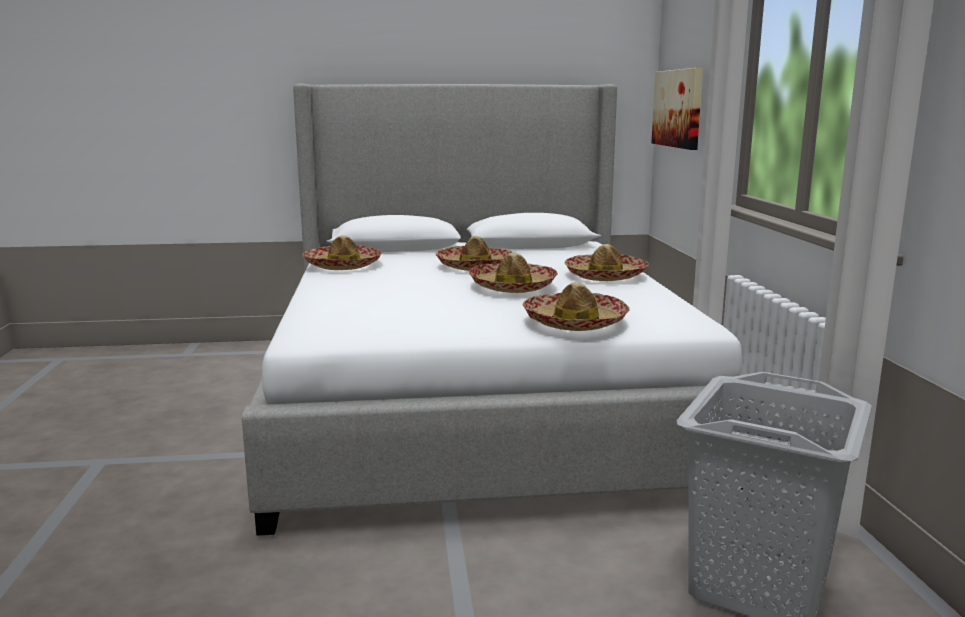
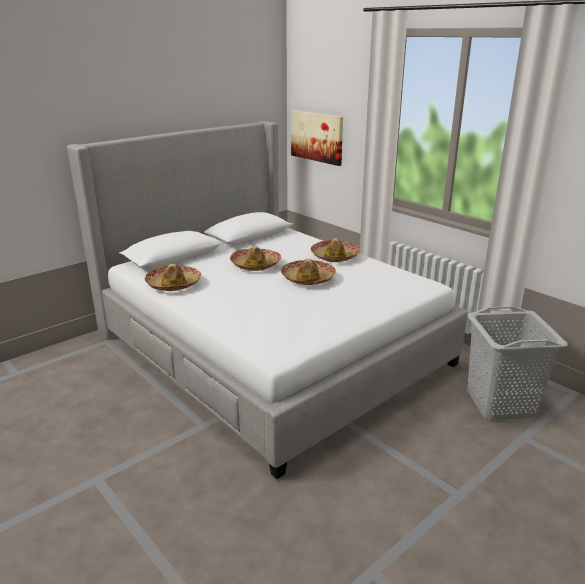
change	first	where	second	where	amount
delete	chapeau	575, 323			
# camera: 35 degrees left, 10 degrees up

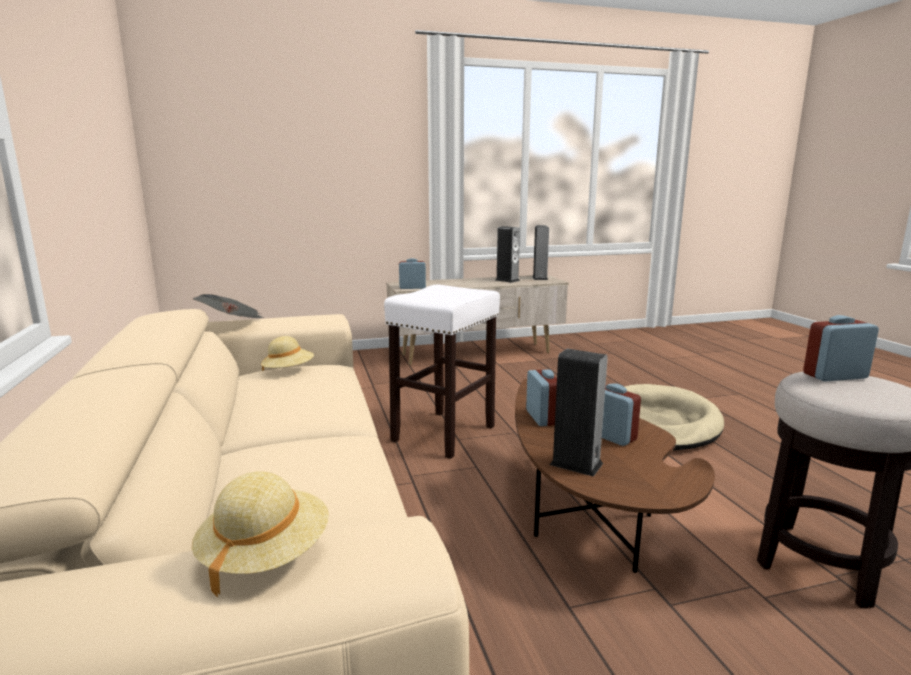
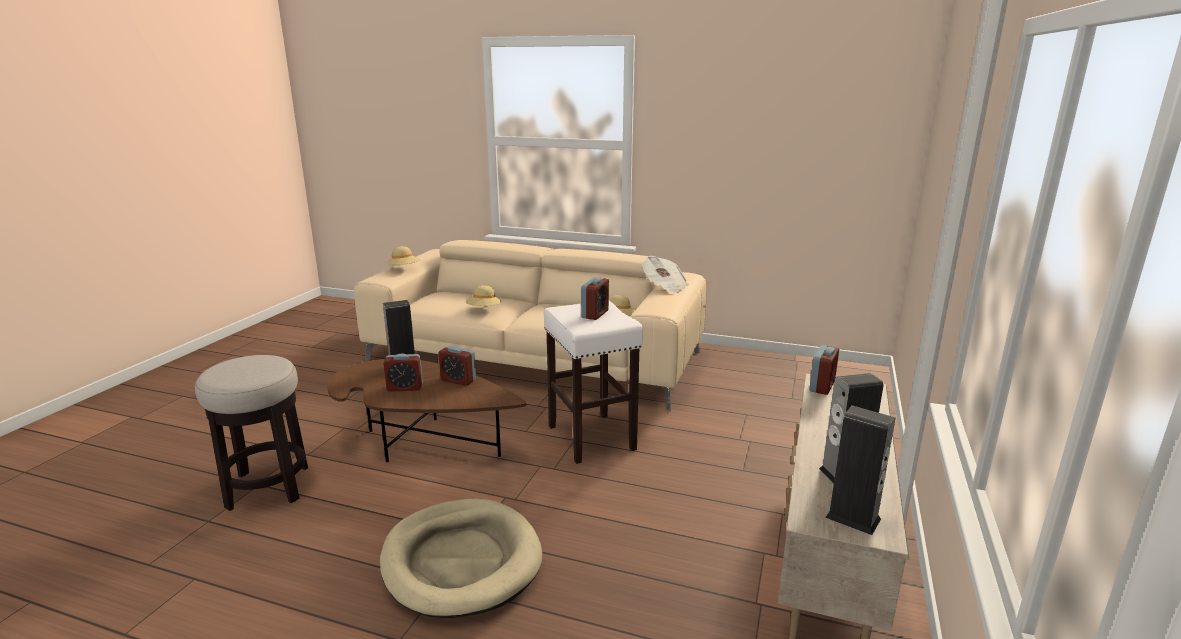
change	first	where	second	where	amount
insert			chapeau (beige)	484, 310	
move	réveil	835, 376		595, 314	
# camera: 125 degrees right, 5 degrees up

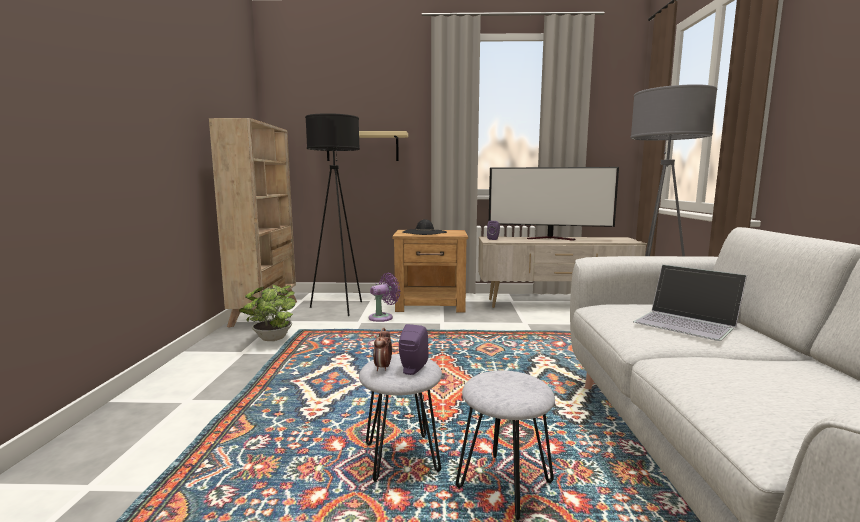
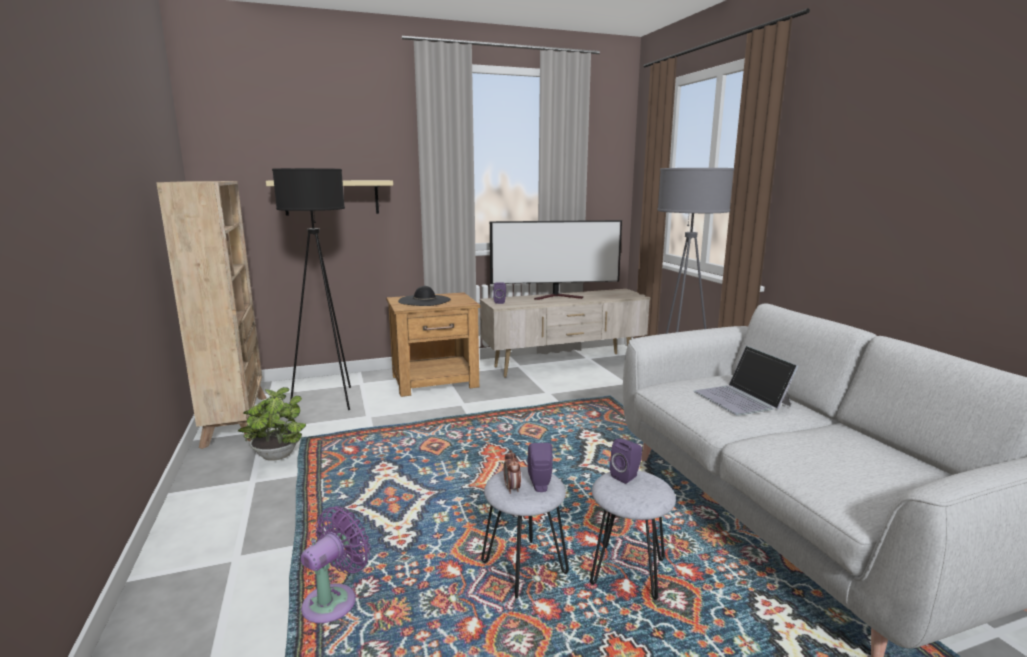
change	first	where	second	where	amount
move	ventilateur (violet)	383, 317		334, 600	
insert			enceinte (violet)	627, 476	
rotate	ordinateur portable	687, 322		741, 398	45 degrees clockwise
# camera: 20 degrees left, 5 degrees up

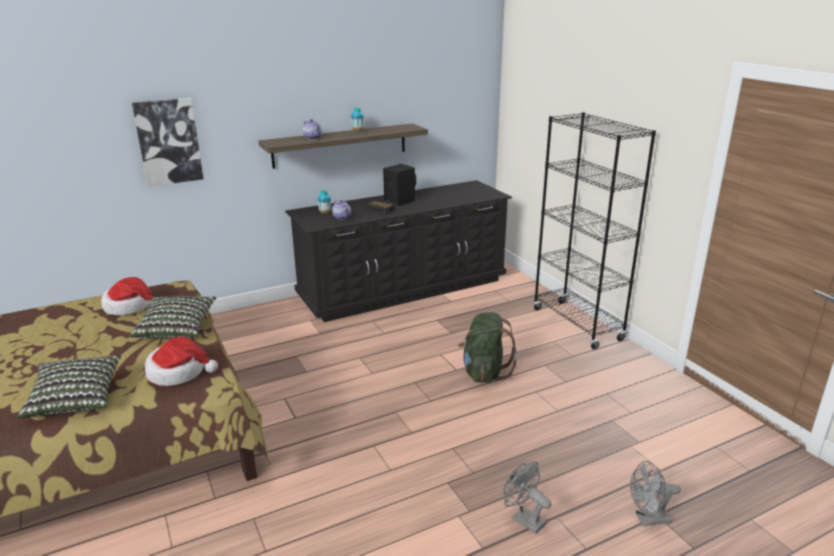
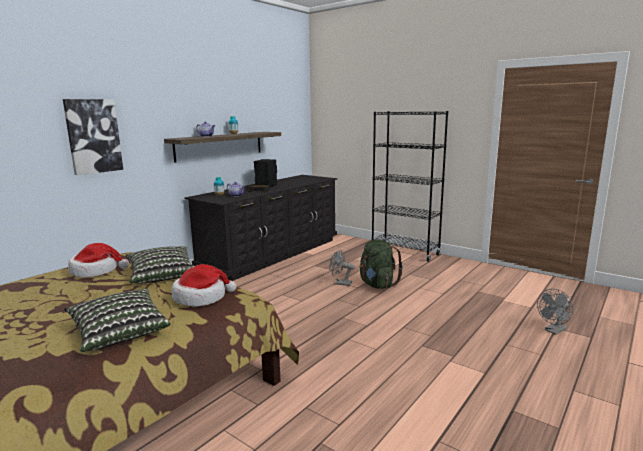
change	first	where	second	where	amount
move	ventilateur (gris)	523, 519		340, 283	
# camera: 25 degrees left, 10 degrees down

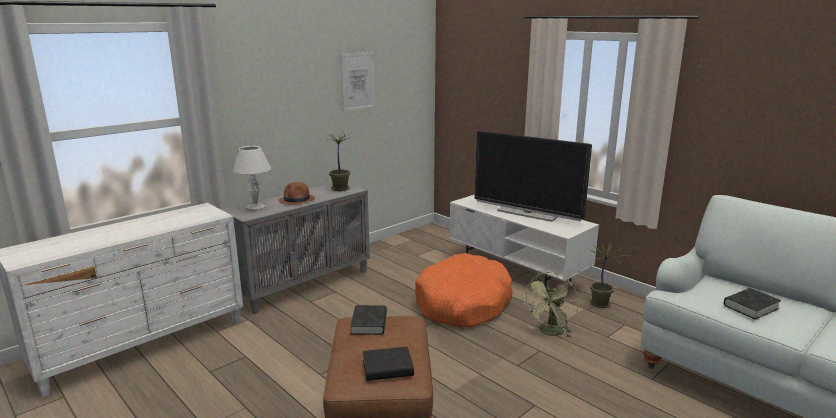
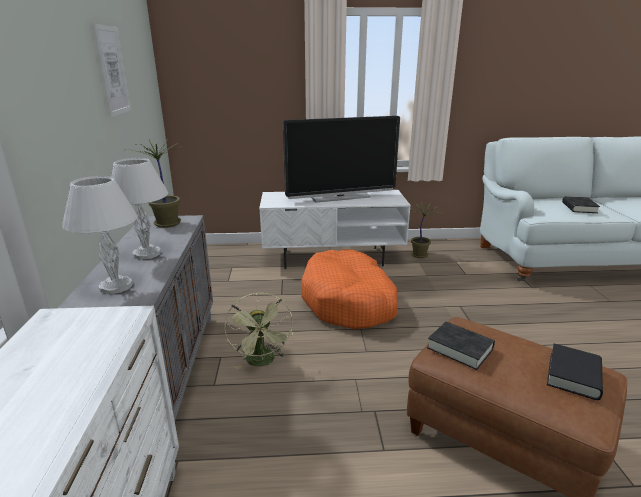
change	first	where	second	where	amount
replace	chapeau (marron)	297, 200	lampe de table (blanc)	148, 253	
move	ventilateur (vert)	550, 333		262, 362	
# camera: 50 degrees left, 5 degrees up

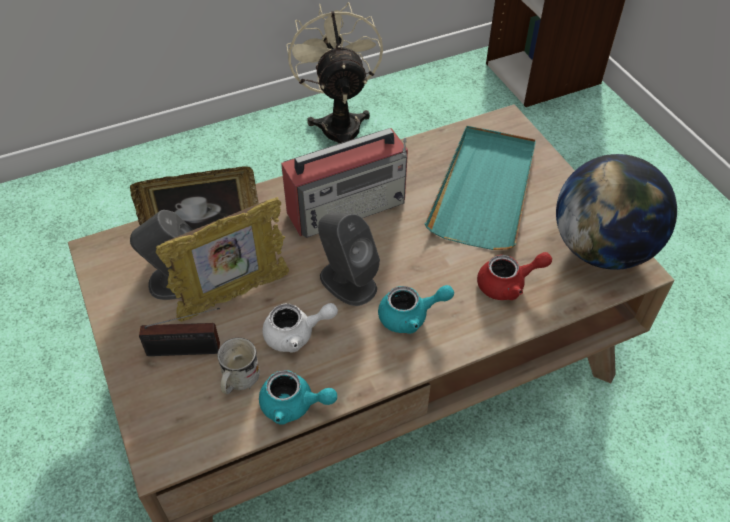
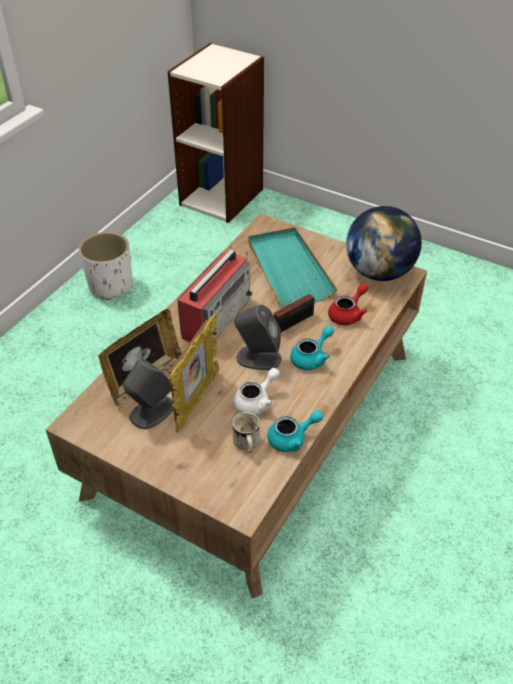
change	first	where	second	where	amount
replace	ventilateur (beige)	339, 123	cache-pot (blanc)	111, 286	
move	radio	188, 350		296, 321	
# camera: 35 degrees left, 5 degrees down

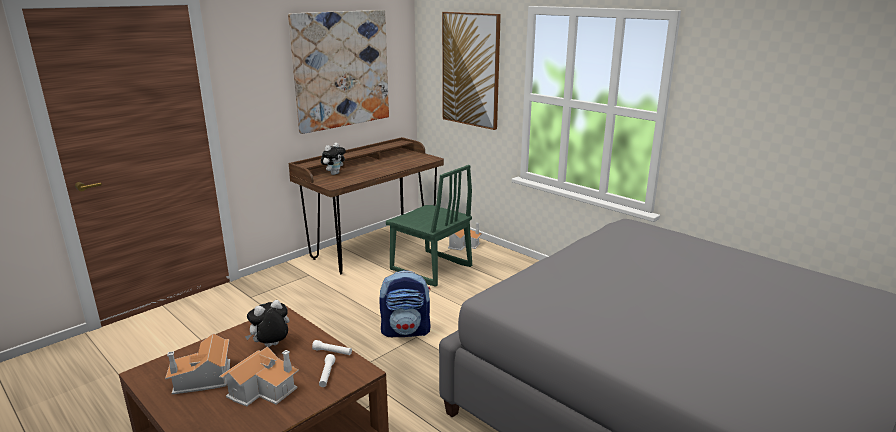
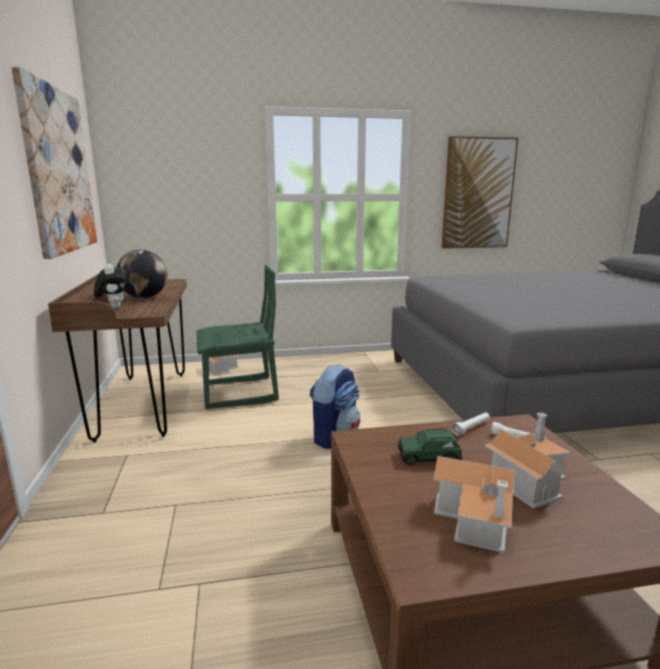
change	first	where	second	where	amount
insert			globe	144, 297	
replace	peluche	271, 346	petite voiture (vert)	428, 457	
move	tableau	471, 70		478, 194	
# camera: 55 degrees left, 5 degrees down

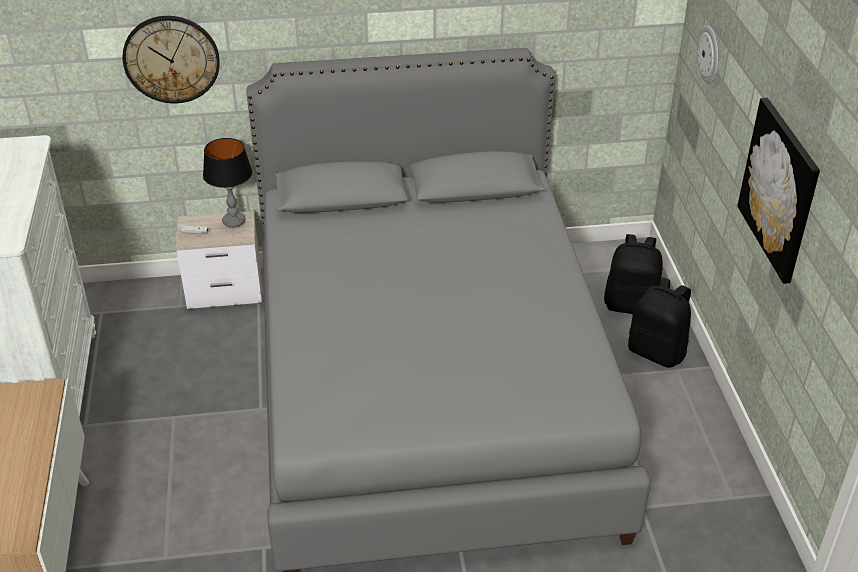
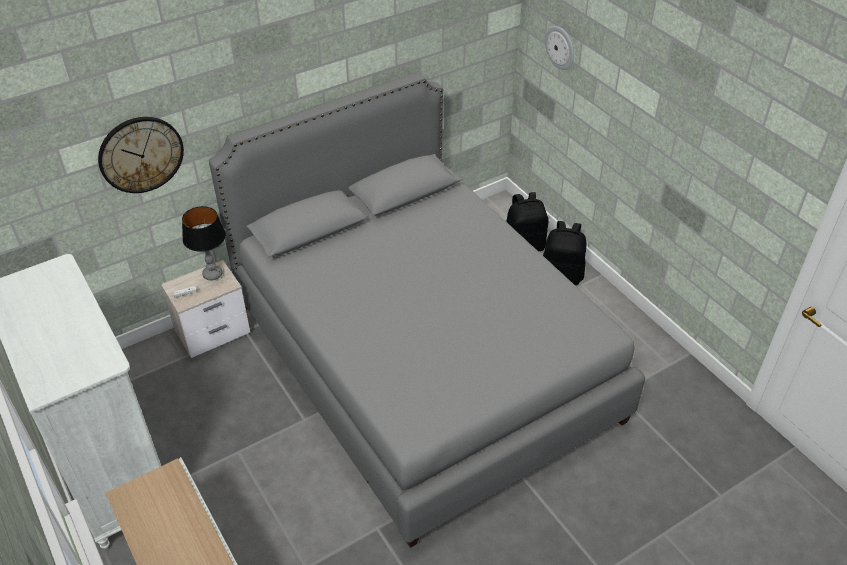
change	first	where	second	where	amount
delete	tableau	780, 189			
# camera: 25 degrees left, 5 degrees up

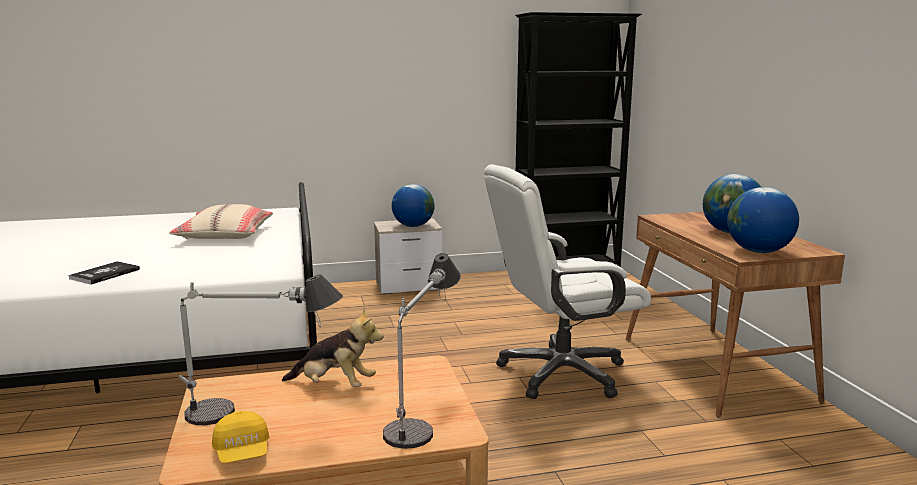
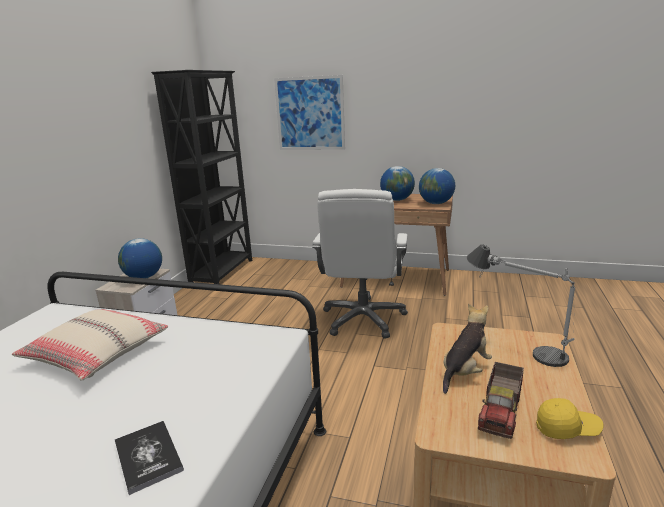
change	first	where	second	where	amount
insert			tableau	310, 113	
replace	lampe de table	259, 413	camion jouet	501, 412	
# camera: 60 degrees left, 5 degrees up

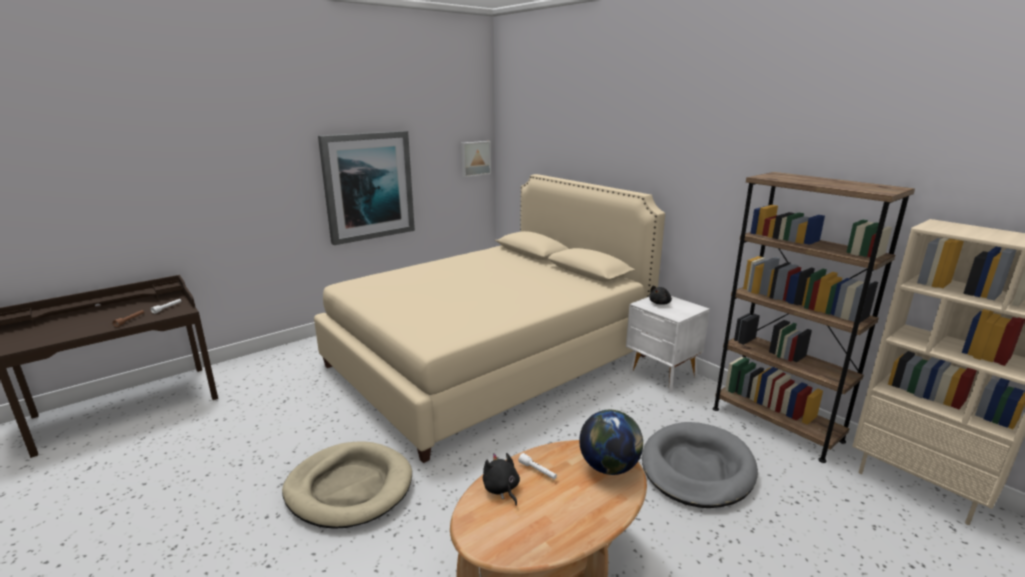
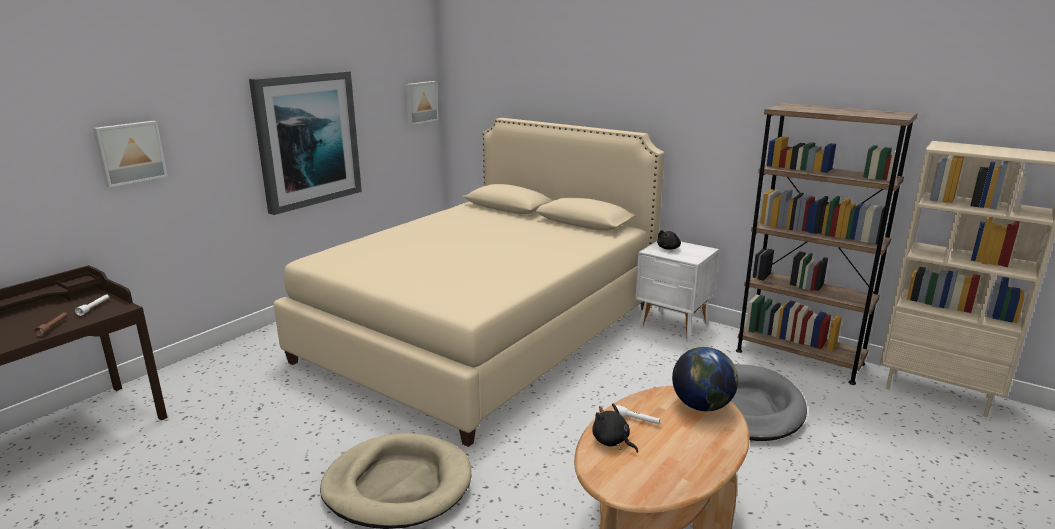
change	first	where	second	where	amount
insert			tableau	130, 152	
# camera: 15 degrees left, 0 degrees up

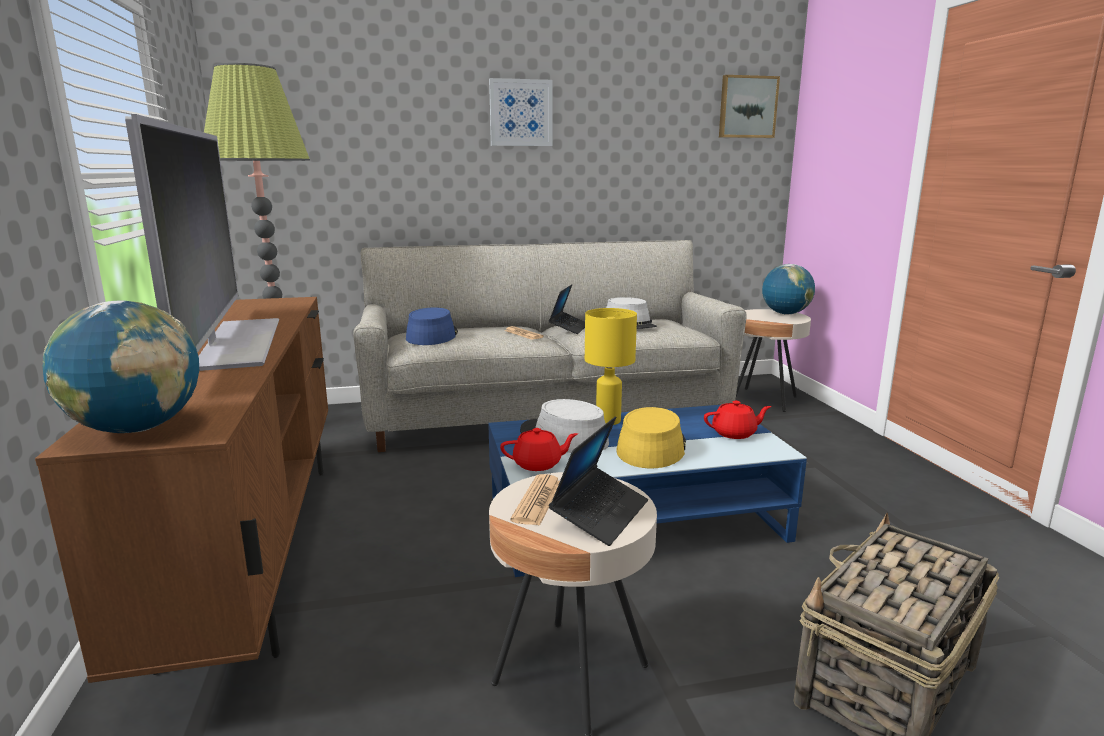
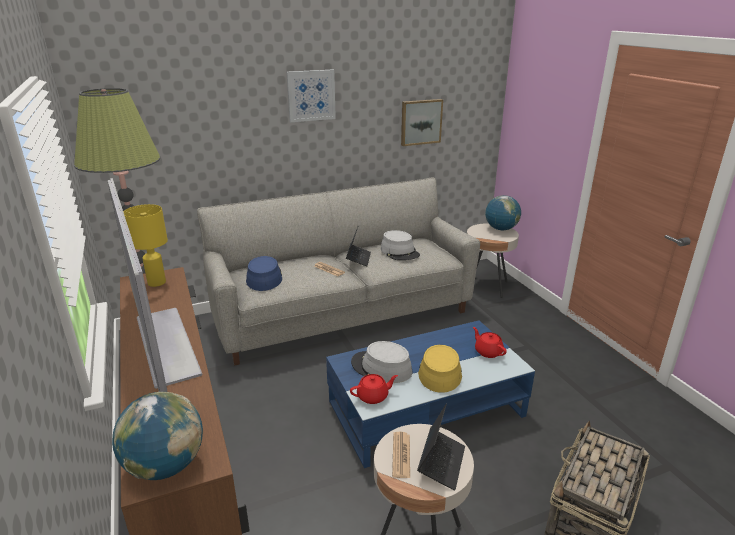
change	first	where	second	where	amount
move	lampe de table (jaune)	607, 421		156, 282	
move	tableau	747, 107		420, 122	
rotate	théière (rouge)	735, 433		488, 351	105 degrees counterclockwise
# camera: 10 degrees left, 10 degrees up

